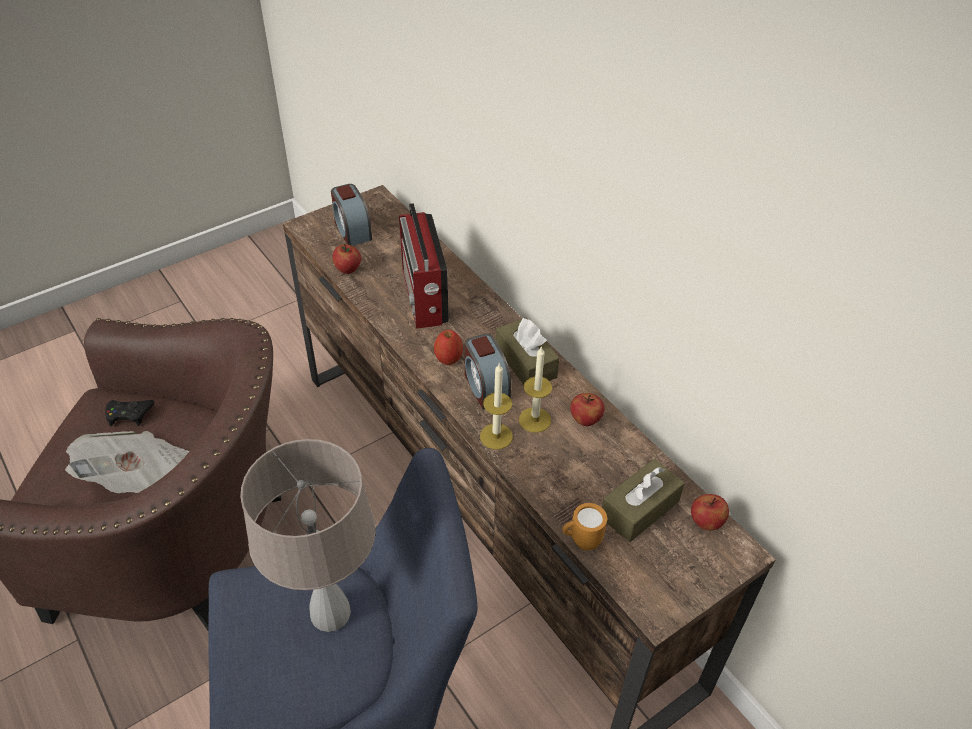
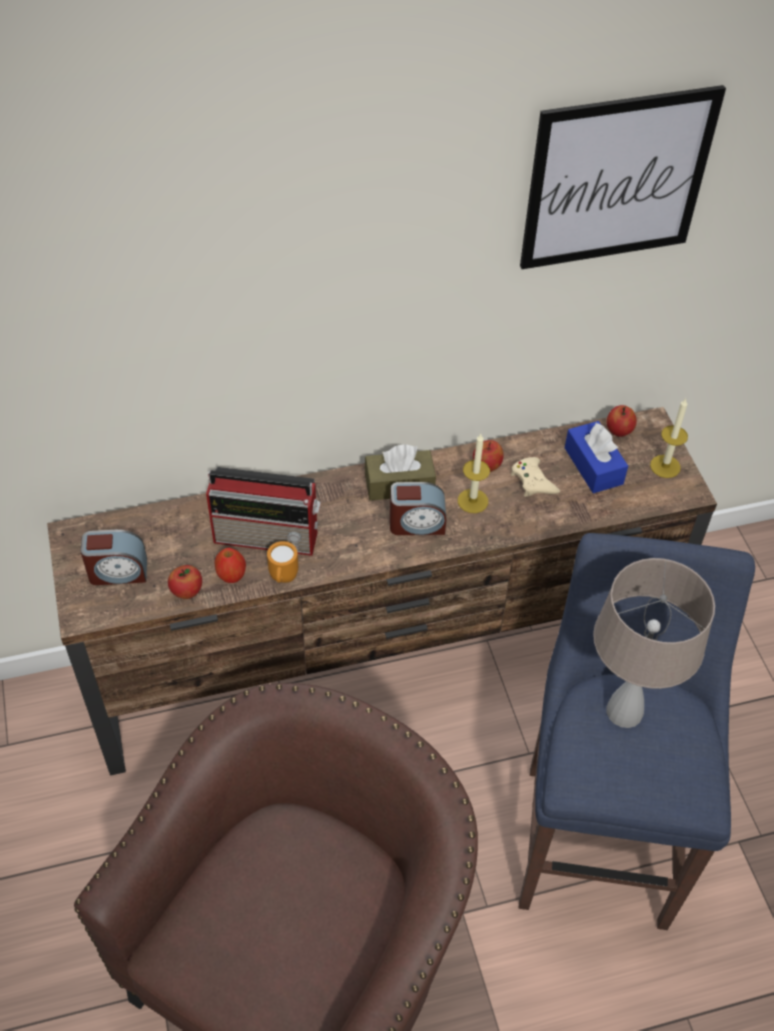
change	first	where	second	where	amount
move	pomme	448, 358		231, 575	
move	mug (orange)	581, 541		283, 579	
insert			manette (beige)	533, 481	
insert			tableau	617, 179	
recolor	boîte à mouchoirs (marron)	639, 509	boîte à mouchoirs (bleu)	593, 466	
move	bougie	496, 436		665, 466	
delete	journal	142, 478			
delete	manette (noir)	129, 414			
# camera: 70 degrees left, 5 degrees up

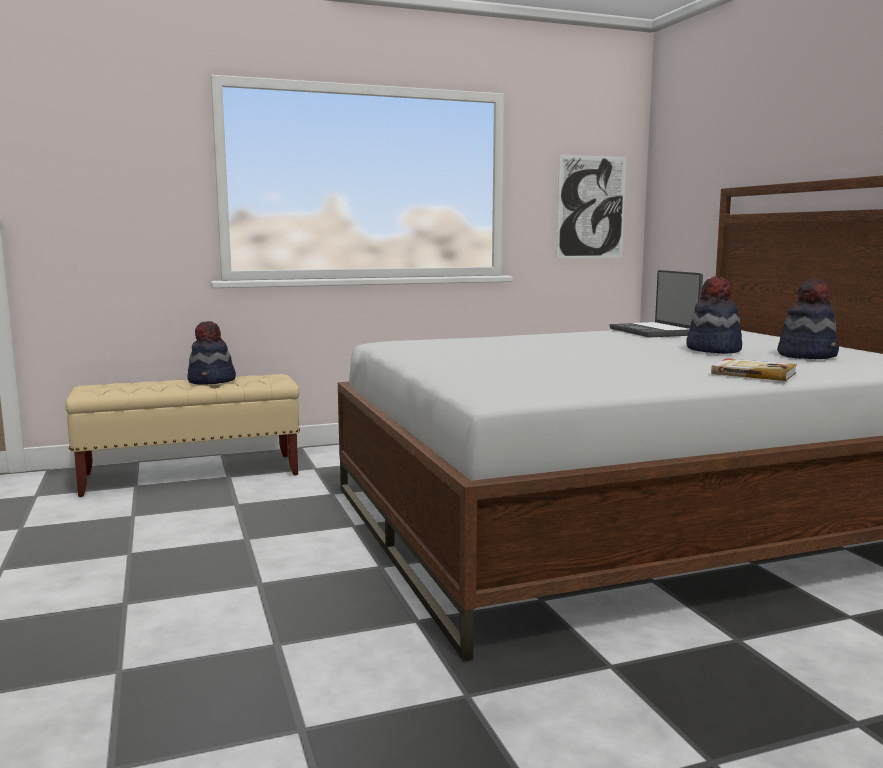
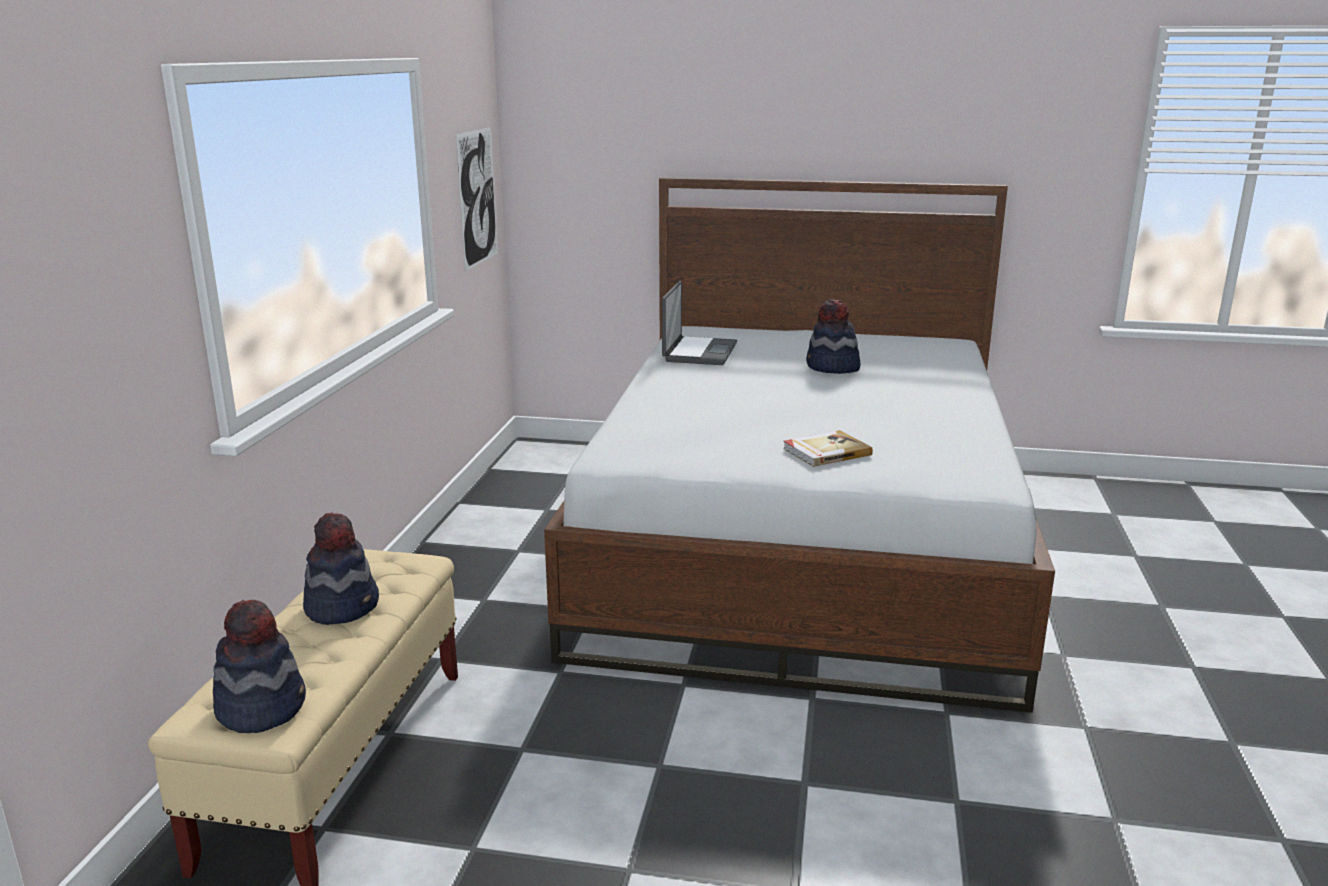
change	first	where	second	where	amount
move	chapeau	807, 355		262, 707	
rotate	ordinateur portable	654, 332		698, 352	90 degrees counterclockwise
move	livre	753, 373		825, 451	
# camera: 60 degrees left, 10 degrees up

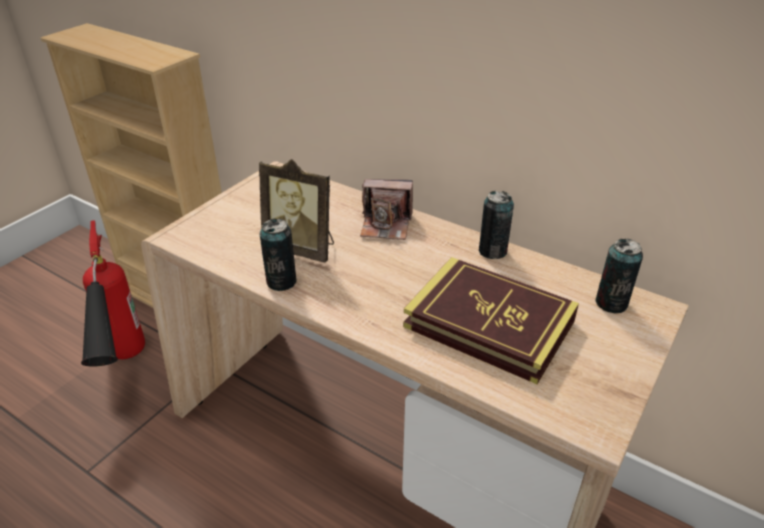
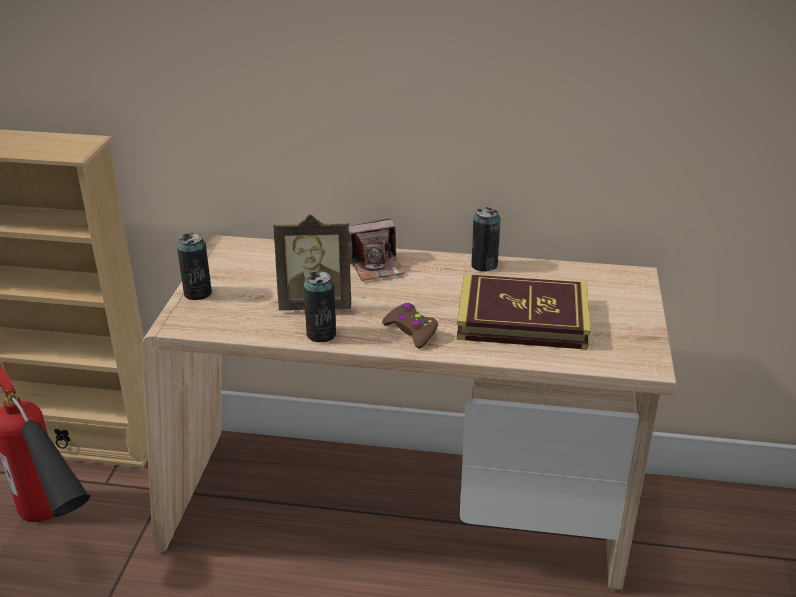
change	first	where	second	where	amount
move	boîte métallique	611, 303		197, 293	
insert			manette (marron)	411, 331	
# camera: 25 degrees left, 5 degrees down

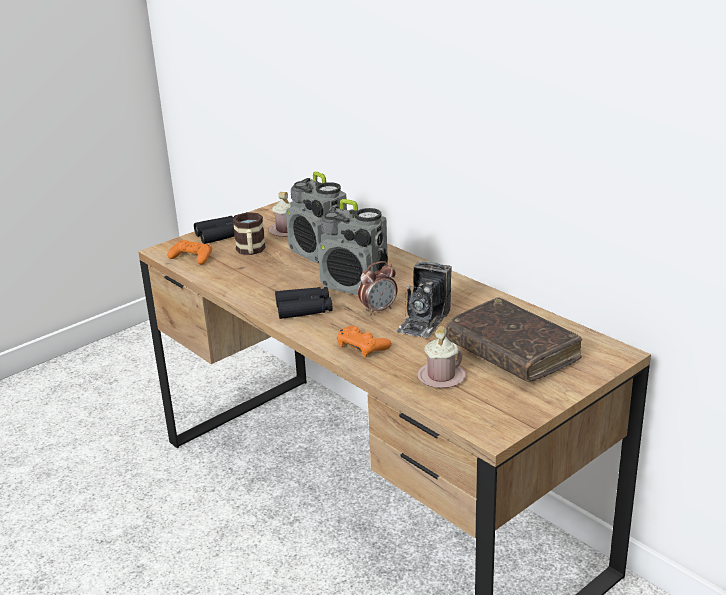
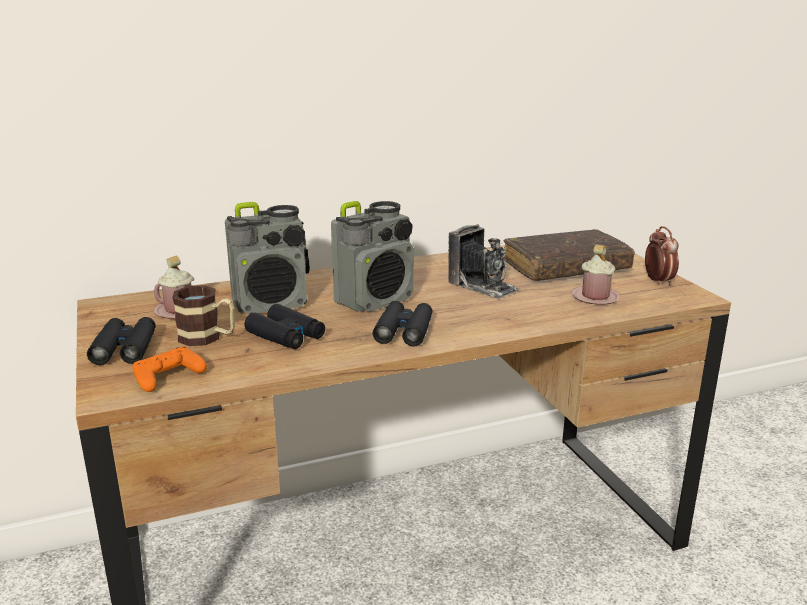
change	first	where	second	where	amount
insert			jumelles (noir)	286, 336	
move	réveil	378, 310		658, 281	
delete	manette (orange)	362, 346			
# camera: 70 degrees left, 5 degrees down

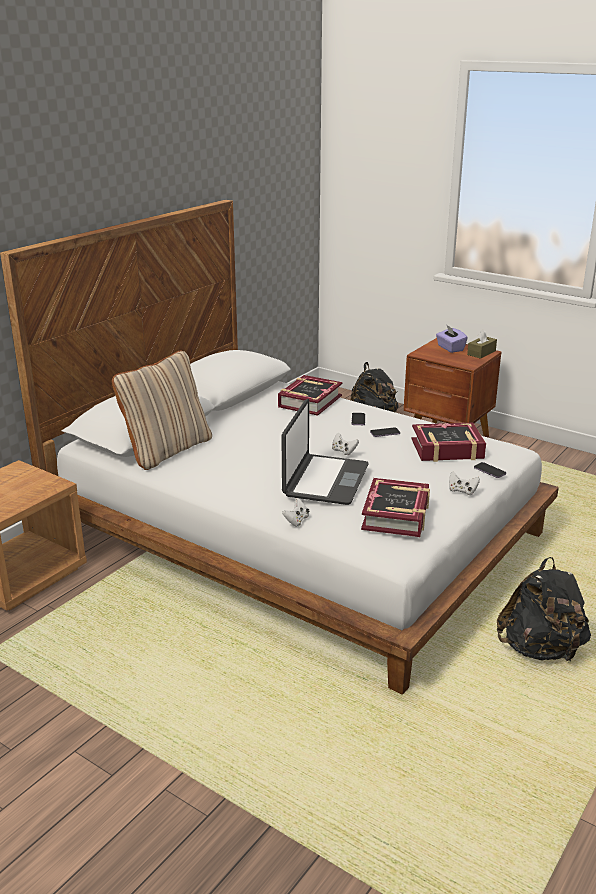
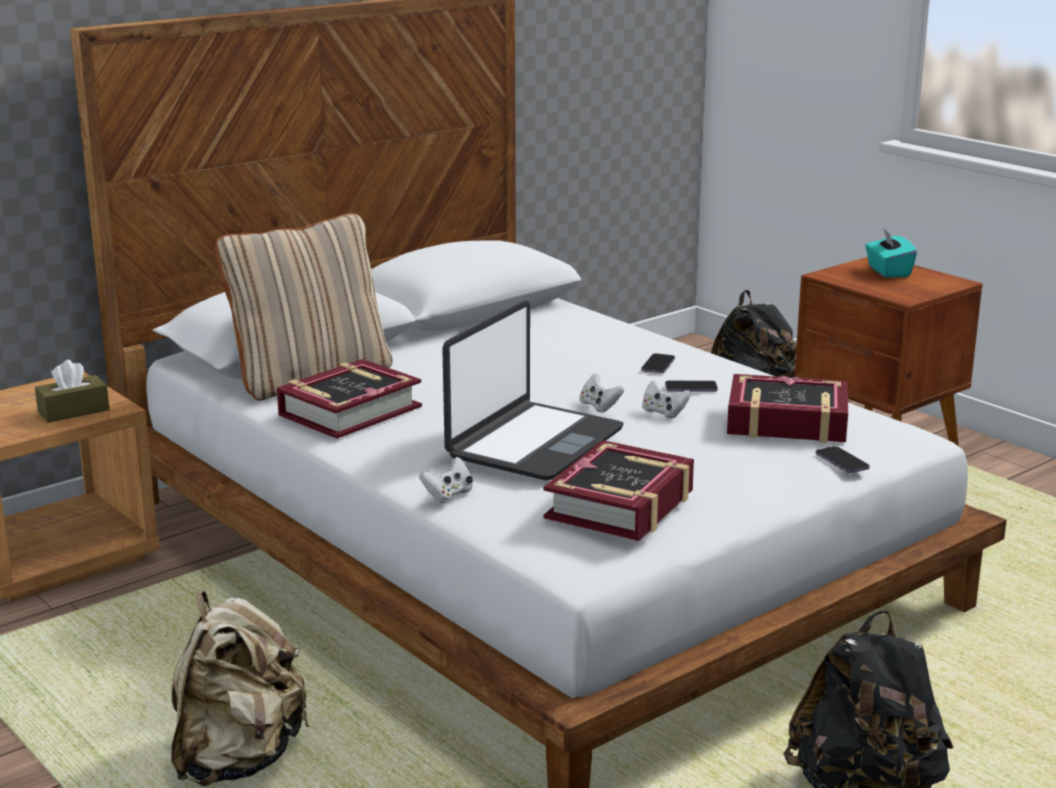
change	first	where	second	where	amount
move	boîte à mouchoirs (marron)	481, 353		73, 411	
insert			sac à dos (beige)	238, 759	
move	livre	309, 401		349, 411	
move	manette (blanc)	462, 491		663, 413	
recolor	boîte à mouchoirs (violet)	450, 348	boîte à mouchoirs (turquoise)	888, 271	
# camera: 15 degrees right, 5 degrees down

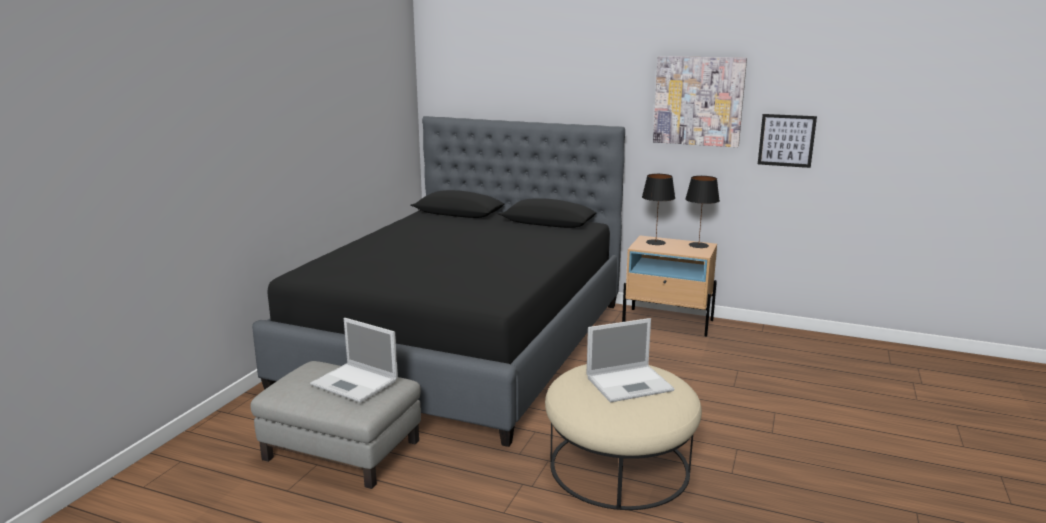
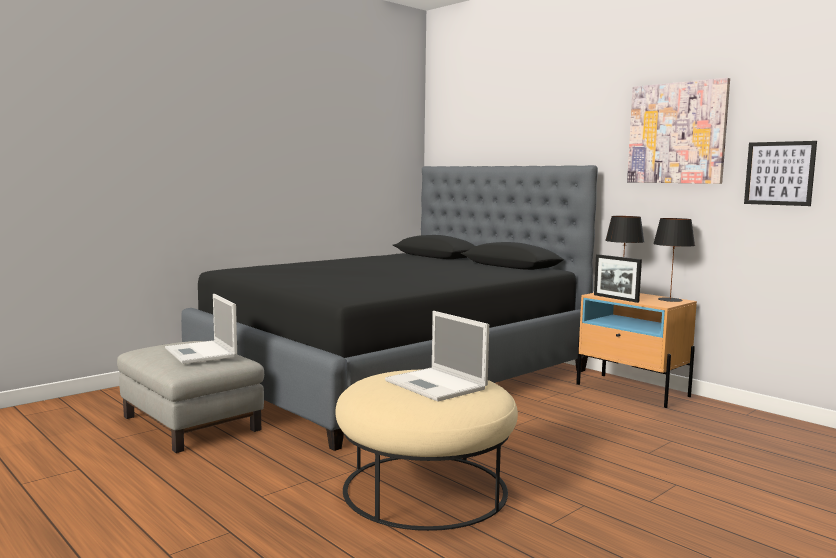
change	first	where	second	where	amount
rotate	ordinateur portable	630, 383		437, 385	45 degrees clockwise
insert			cadre photo	615, 298	
# camera: 25 degrees right, 10 degrees down

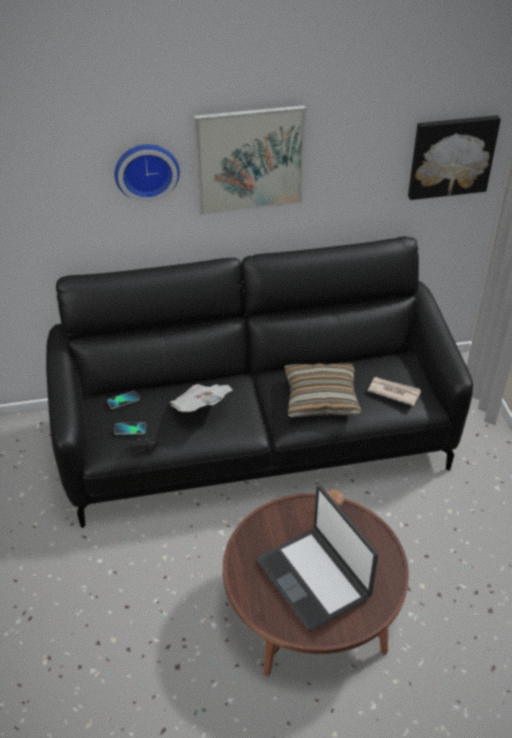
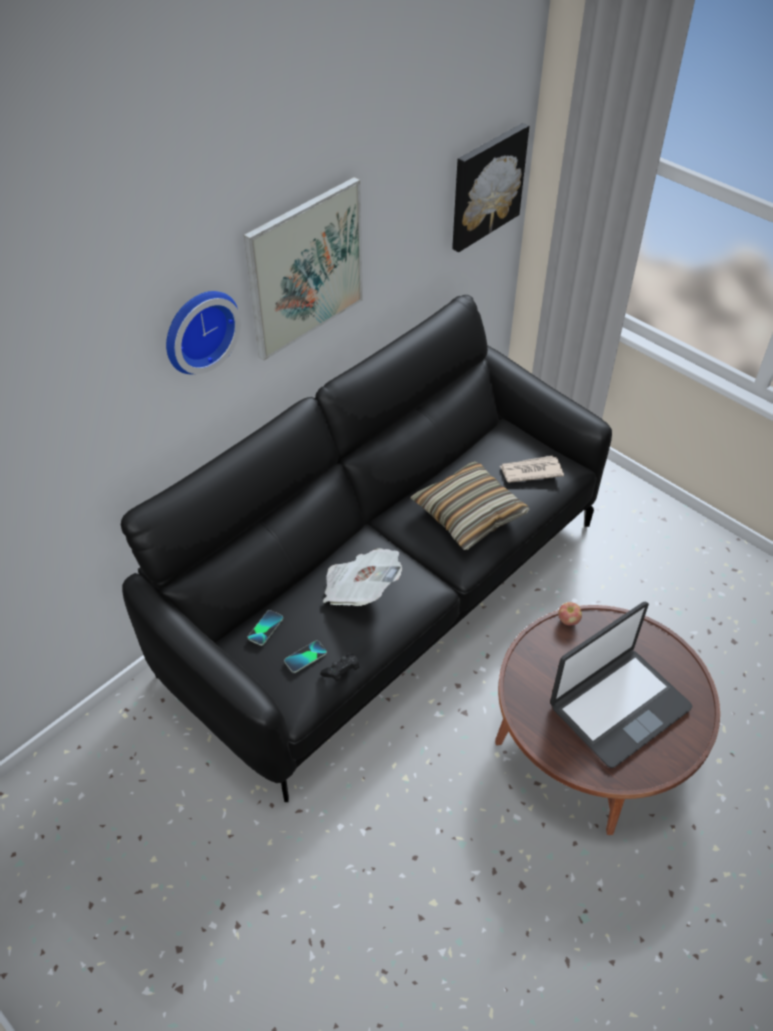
change	first	where	second	where	amount
rotate	ordinateur portable	314, 578		618, 706	60 degrees counterclockwise
# camera: 35 degrees left, 5 degrees up

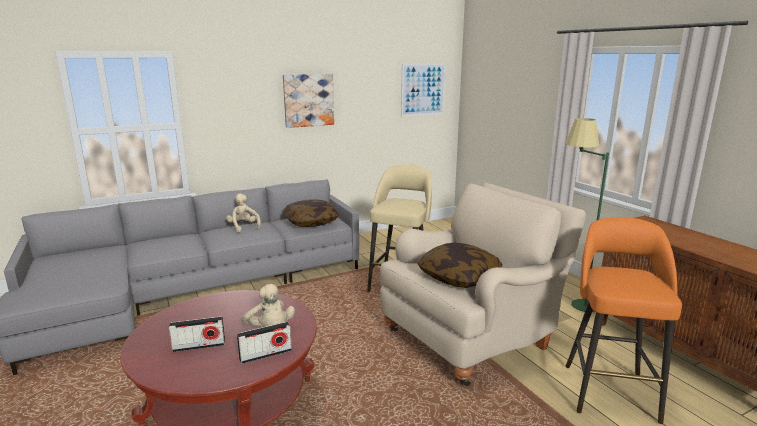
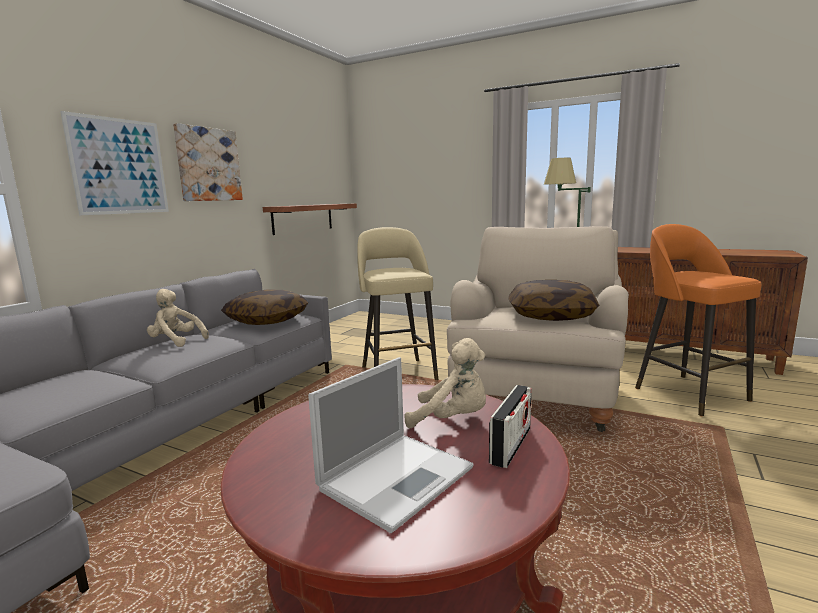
change	first	where	second	where	amount
move	tableau	423, 89		119, 166	
insert			étagère	303, 218	
replace	radio	199, 346	ordinateur portable	398, 477	
# camera: 35 degrees left, 5 degrees down

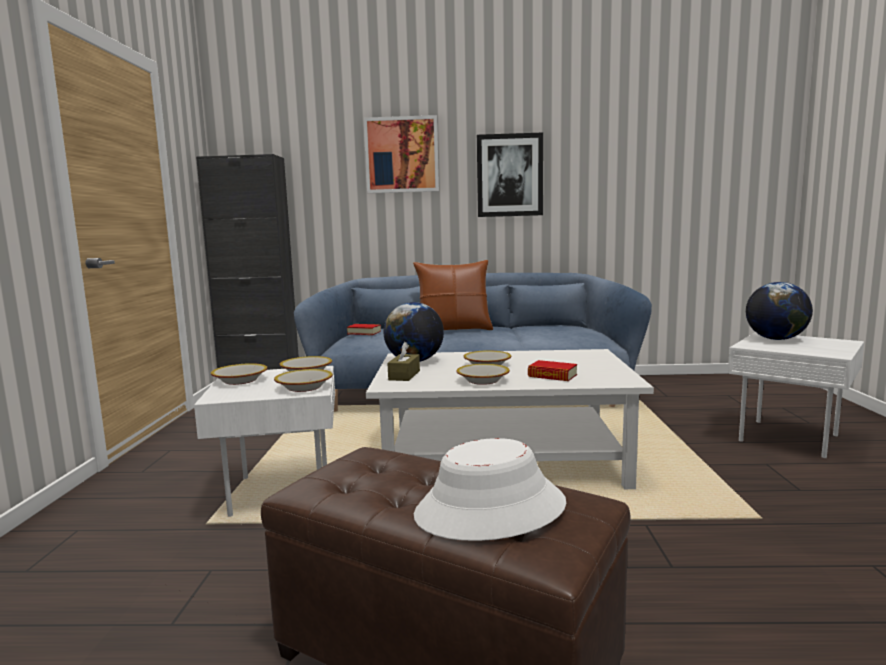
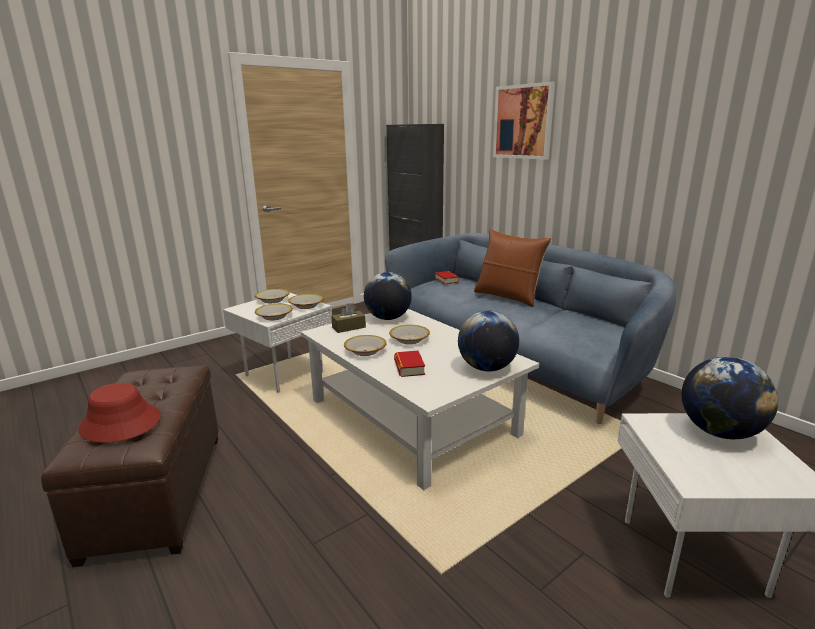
change	first	where	second	where	amount
recolor	chapeau (blanc)	490, 510	chapeau (rouge)	120, 423	
insert			globe	487, 368	
delete	tableau	509, 175			
# camera: 50 degrees right, 10 degrees up

